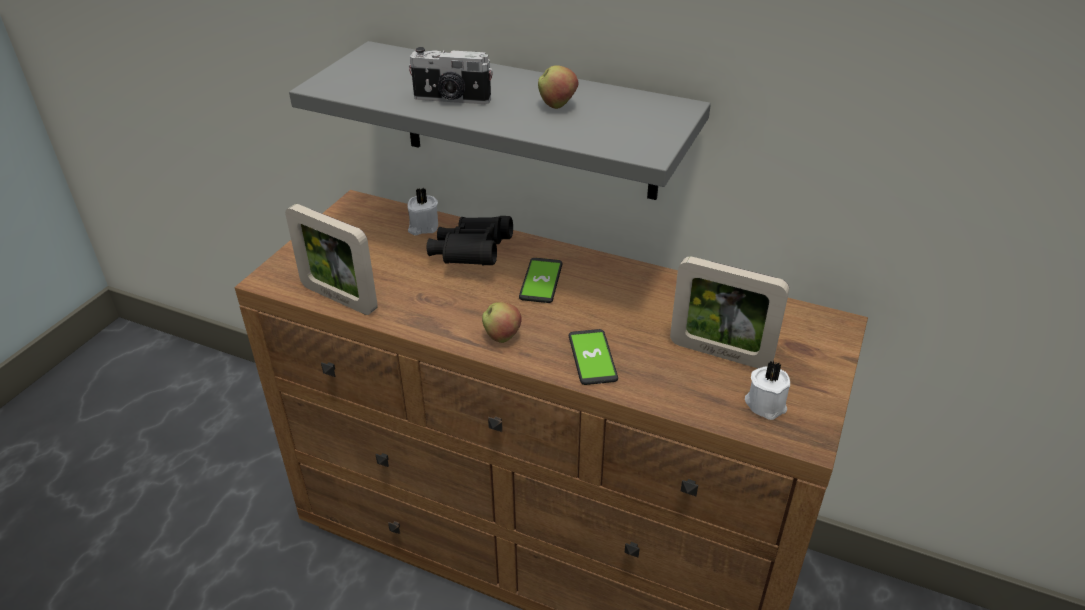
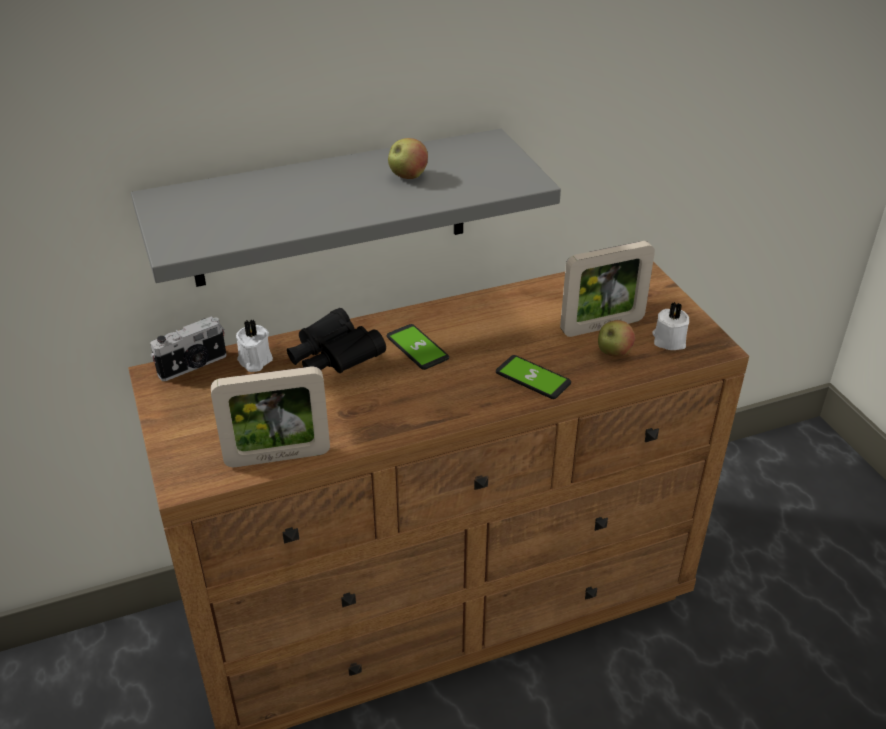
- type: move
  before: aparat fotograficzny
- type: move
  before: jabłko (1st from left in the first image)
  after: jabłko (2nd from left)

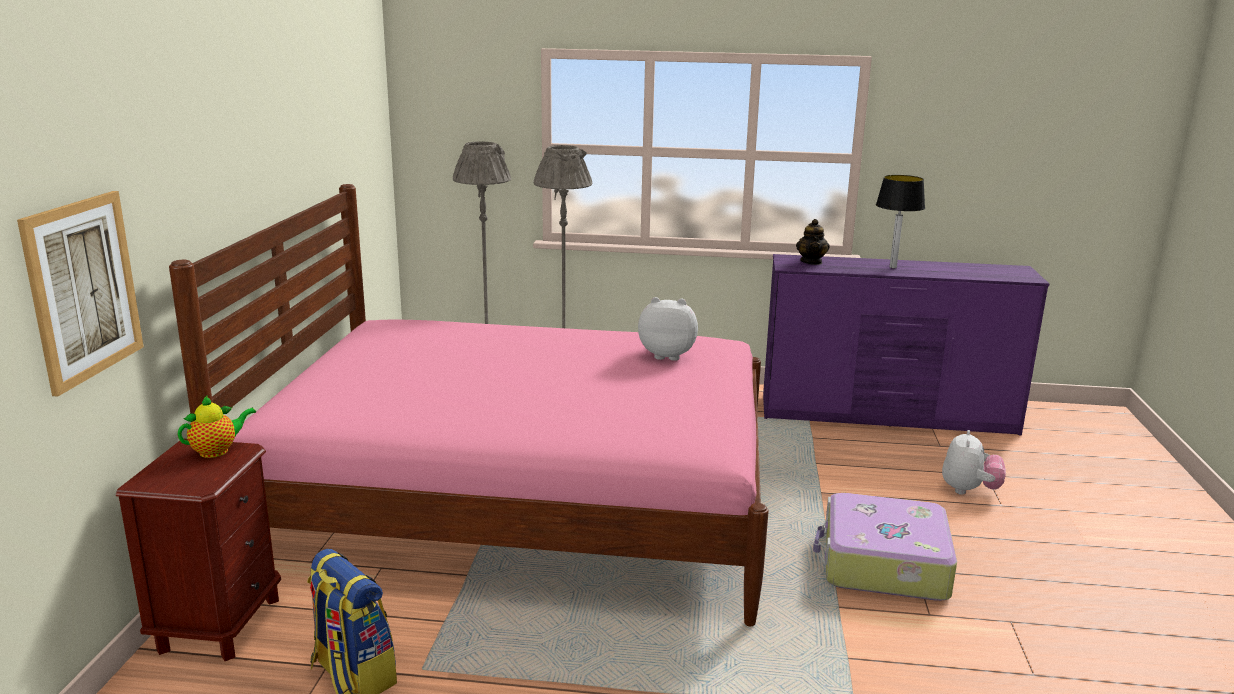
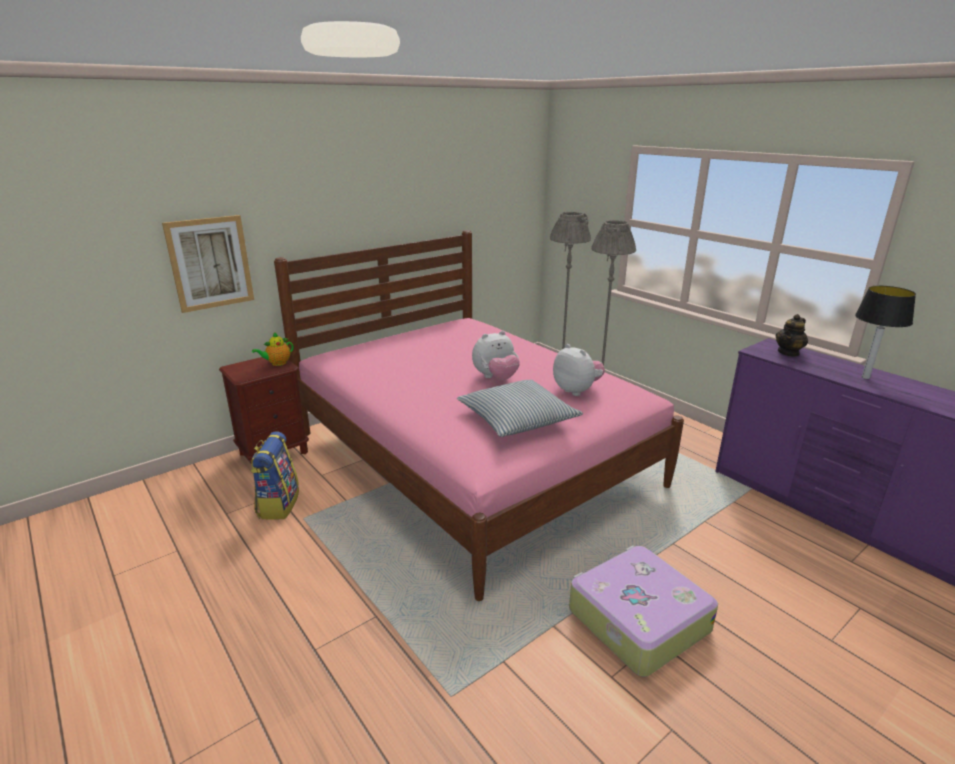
- type: rotate
  before: imbryk (1st from left)
  turn: 135
- type: move
  before: pluszak (2nd from left in the first image)
  after: pluszak (1st from left)
- type: insert
  after: poduszka

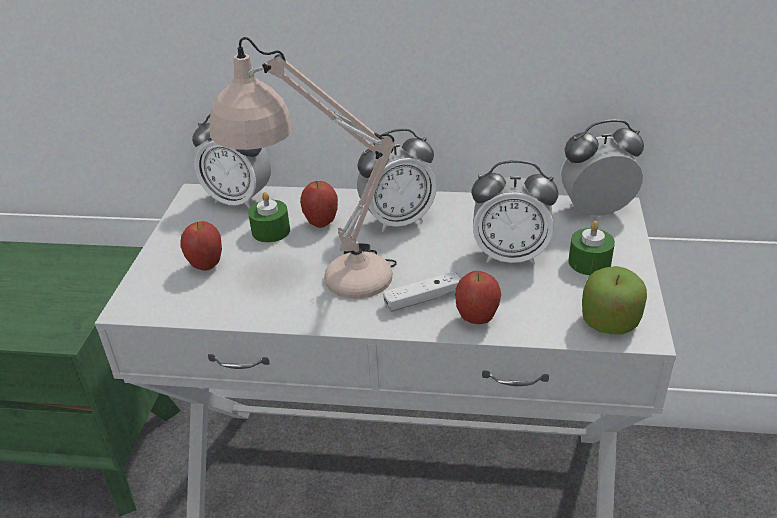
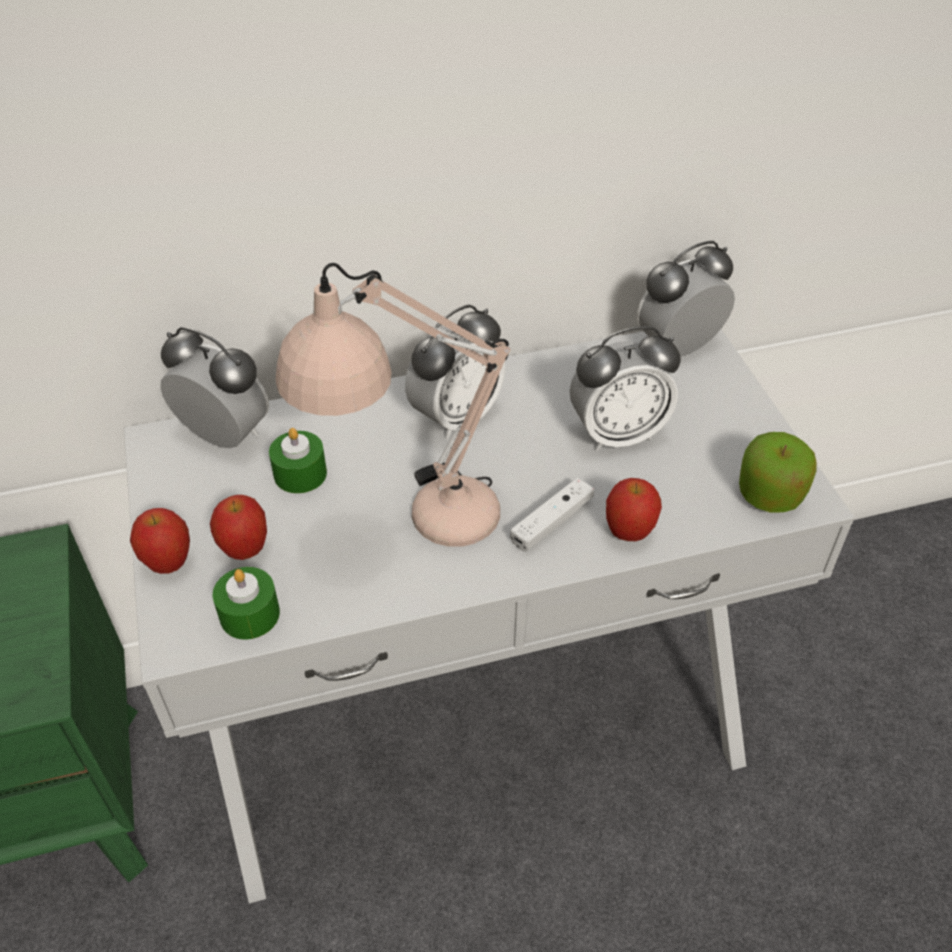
- type: rotate
  before: budzik (1st from left)
  turn: -150
- type: move
  before: jabłko (2nd from left in the first image)
  after: jabłko (1st from left)
- type: move
  before: świeca [zielony] (2nd from left in the first image)
  after: świeca [zielony] (1st from left)

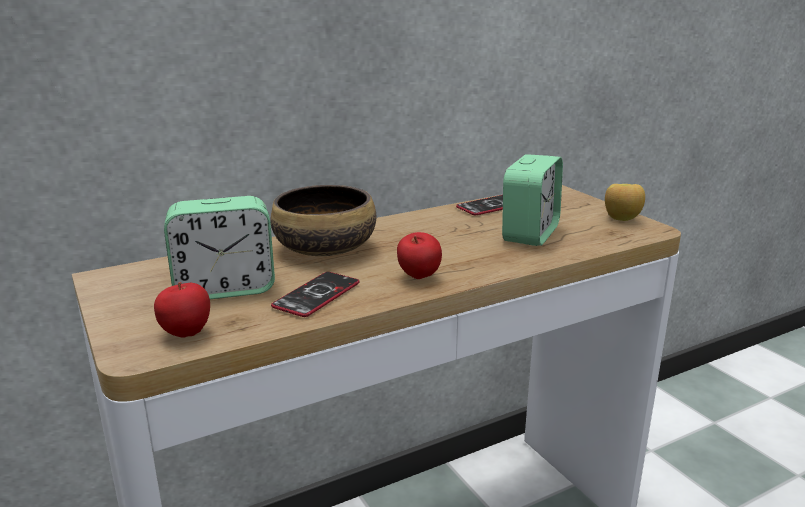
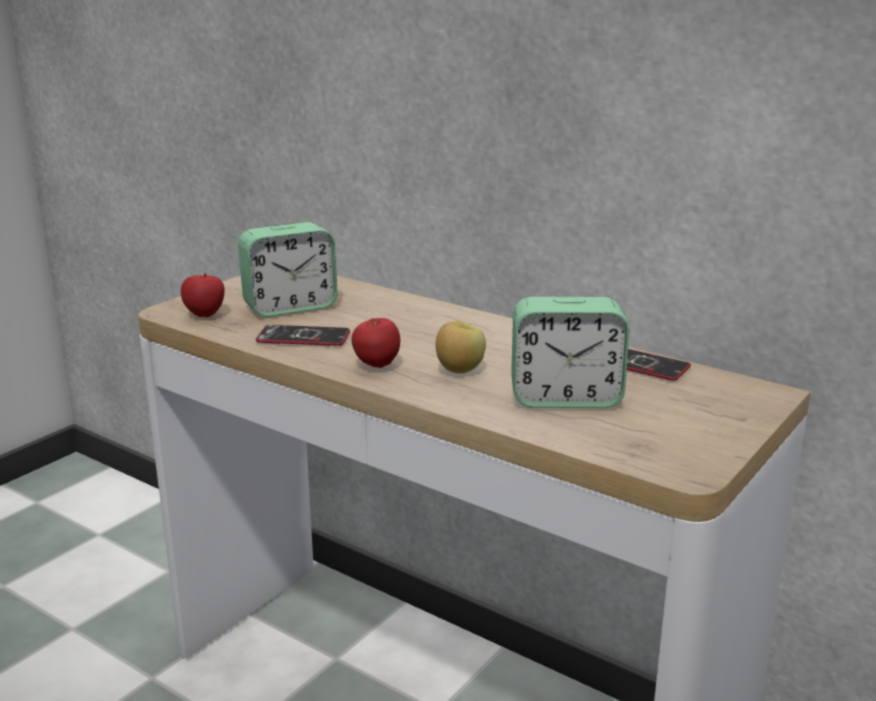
- type: move
  before: jabłko (3rd from left)
- type: delete
  before: miska
- type: rotate
  before: budzik (1st from left)
  turn: -75

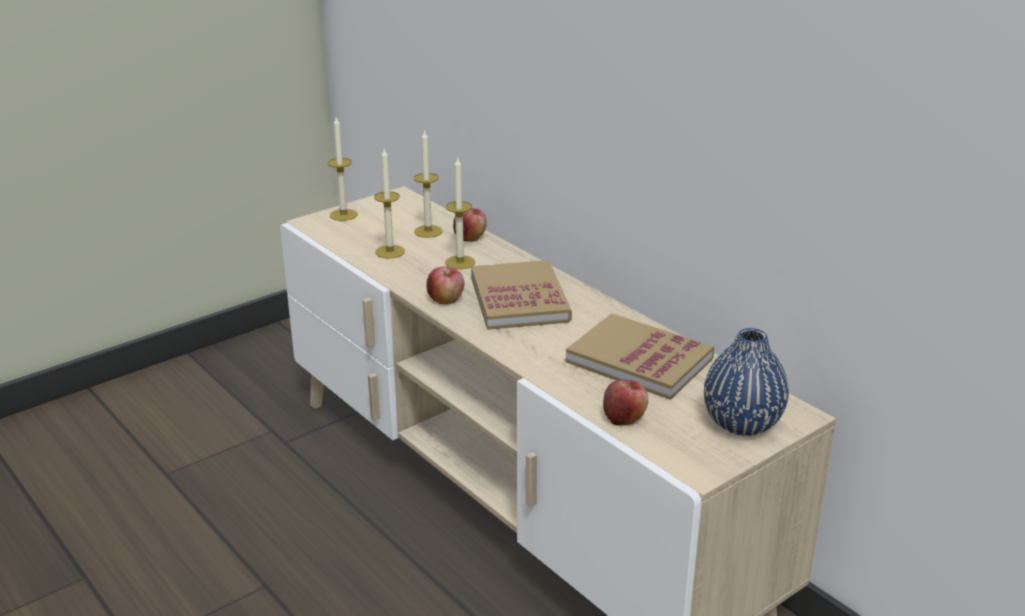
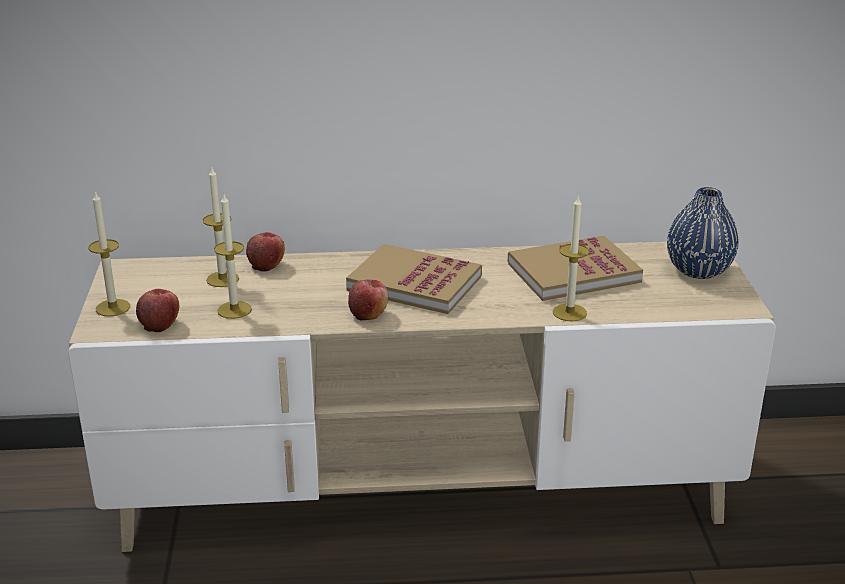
- type: move
  before: świeca (4th from left)
- type: move
  before: jabłko (3rd from left in the first image)
  after: jabłko (1st from left)

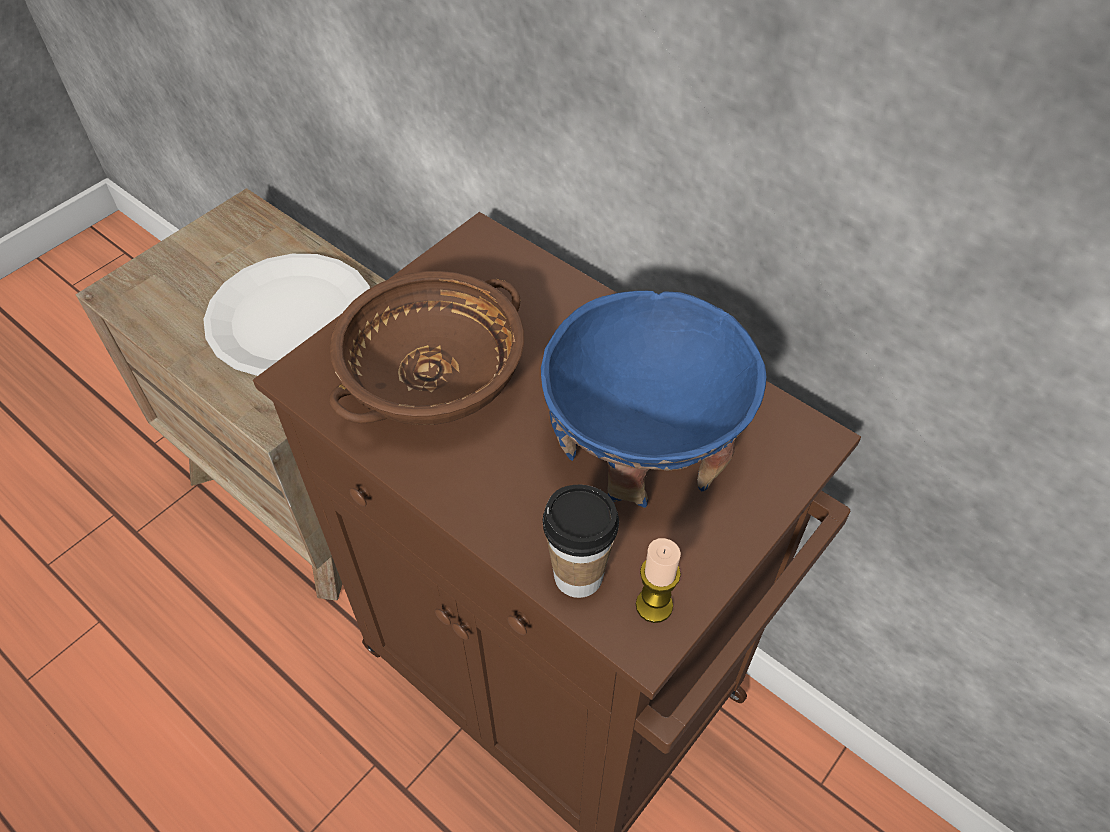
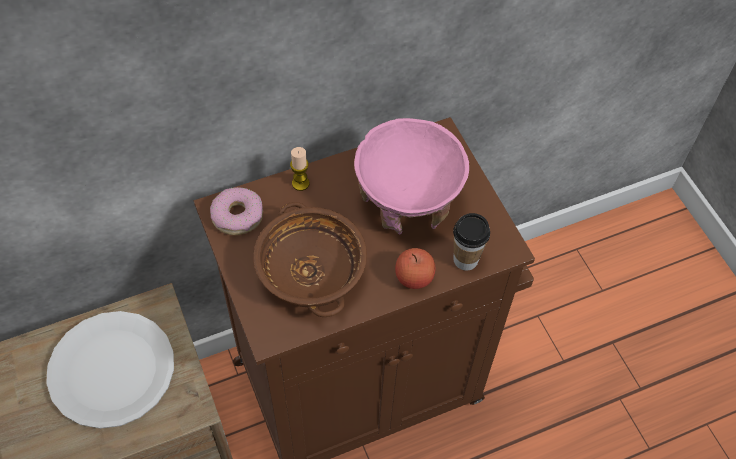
- type: recolor
  before: miska [niebieski]
  after: miska [różowy]
- type: move
  before: świeca
- type: insert
  after: donut
- type: insert
  after: jabłko

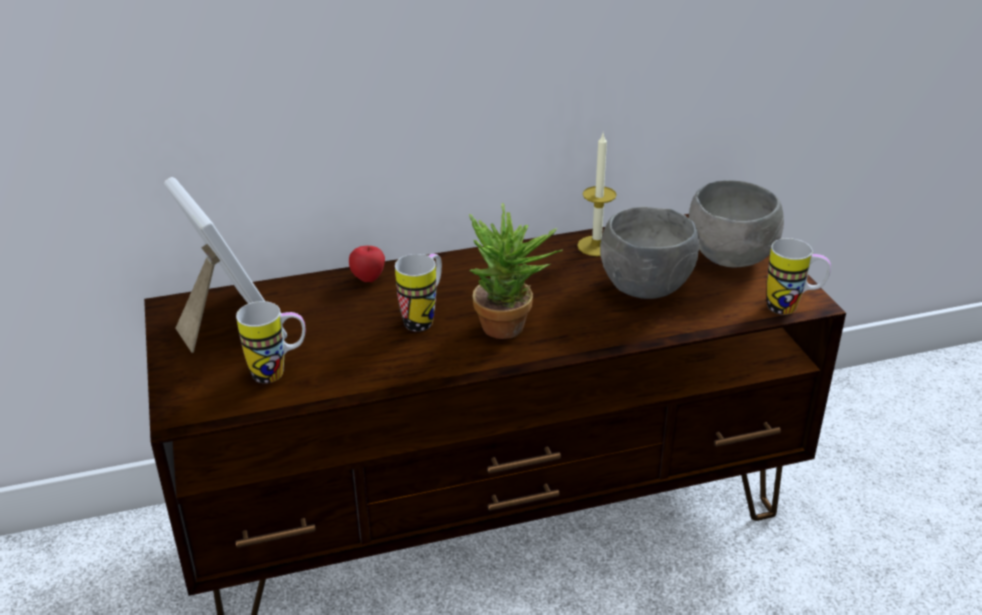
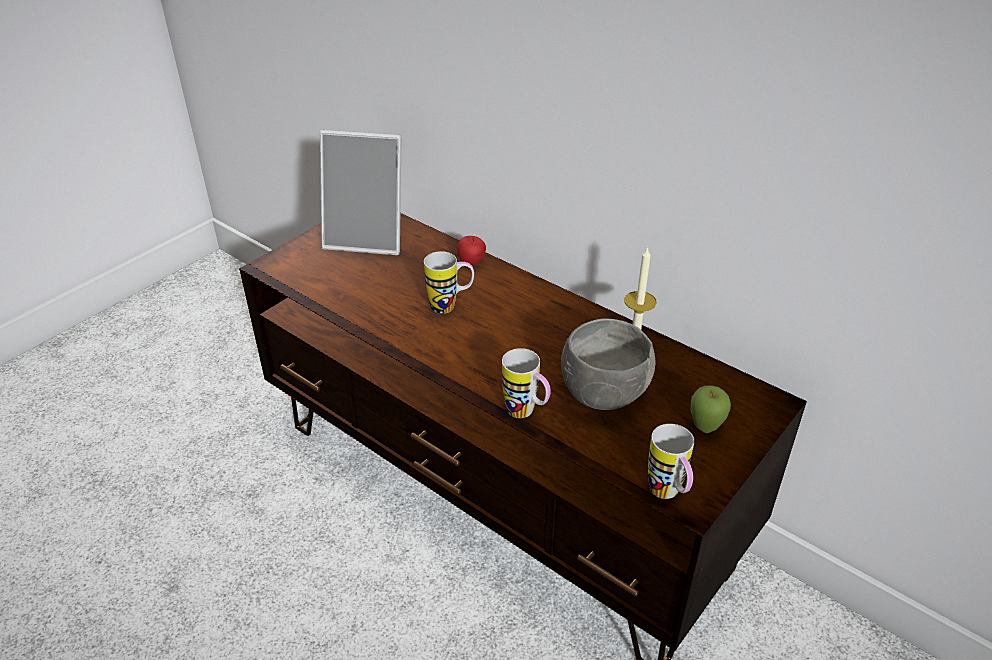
- type: rotate
  before: ramka na zdjęcie
  turn: 75
- type: replace
  before: miska [szary] (2nd from left)
  after: jabłko (2nd from left)
- type: delete
  before: roślina doniczkowa
- type: move
  before: kubek (1st from left in the first image)
  after: kubek (2nd from left)

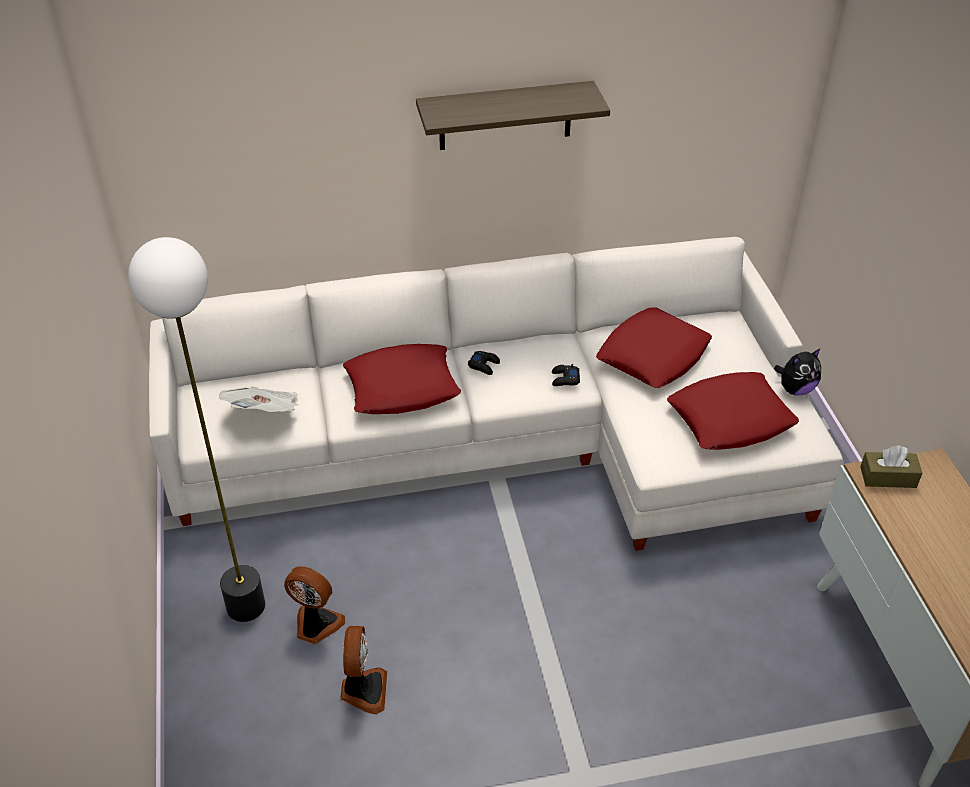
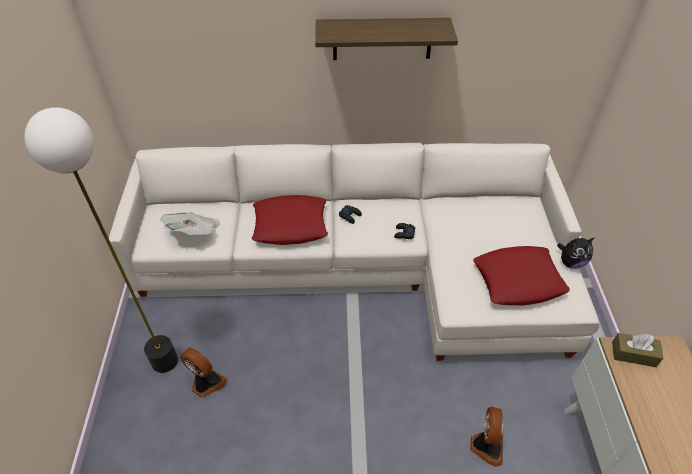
- type: delete
  before: poduszka [czerwony] (2nd from left)
- type: move
  before: wentylator (2nd from left)

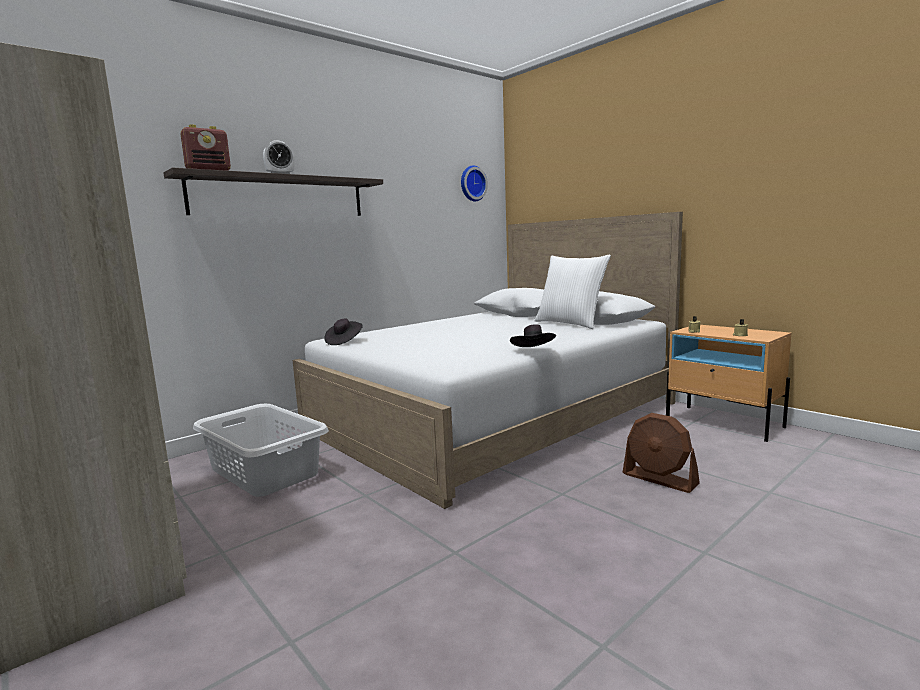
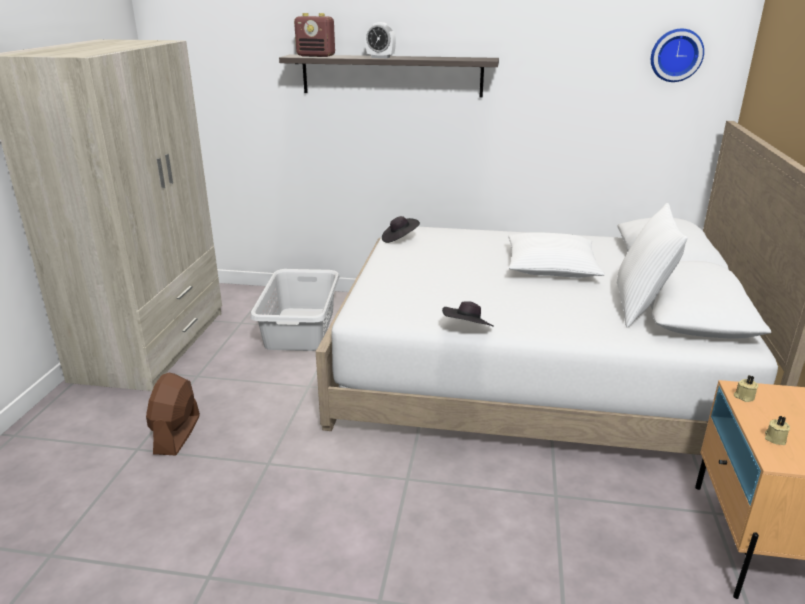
- type: move
  before: wentylator [brązowy]
- type: insert
  after: poduszka [biały] (1st from left)

